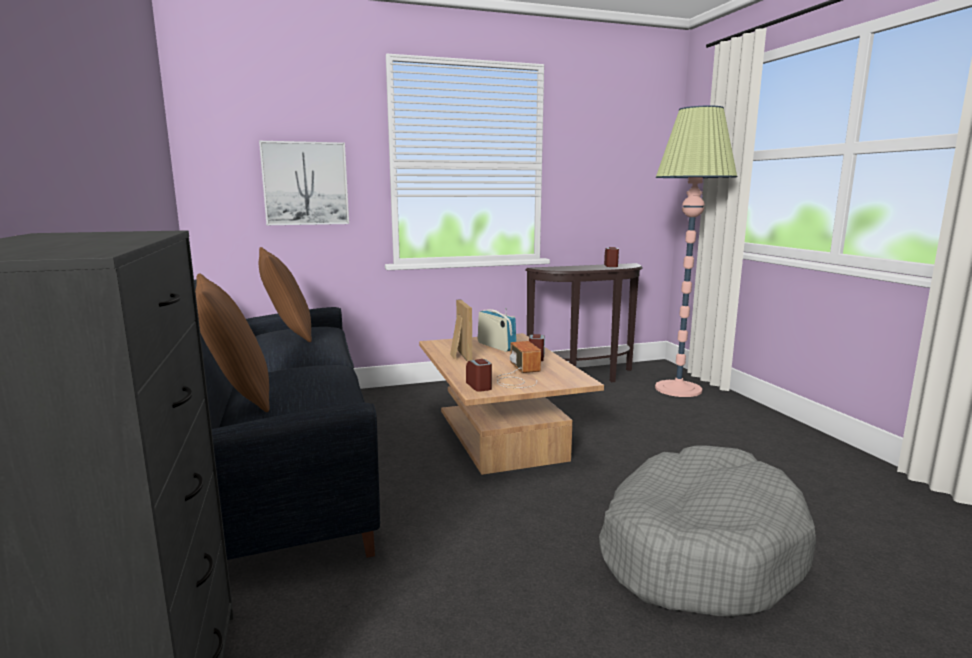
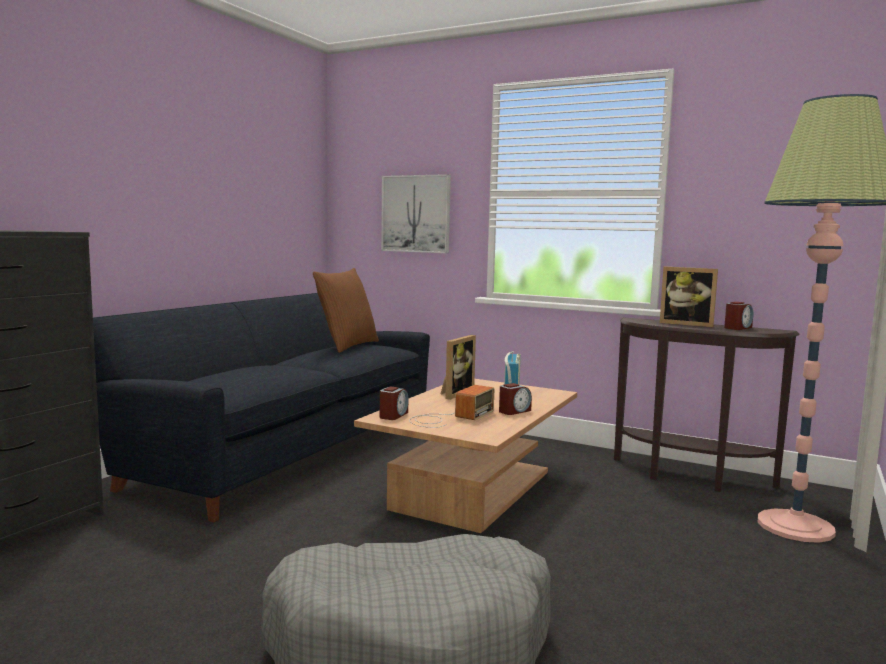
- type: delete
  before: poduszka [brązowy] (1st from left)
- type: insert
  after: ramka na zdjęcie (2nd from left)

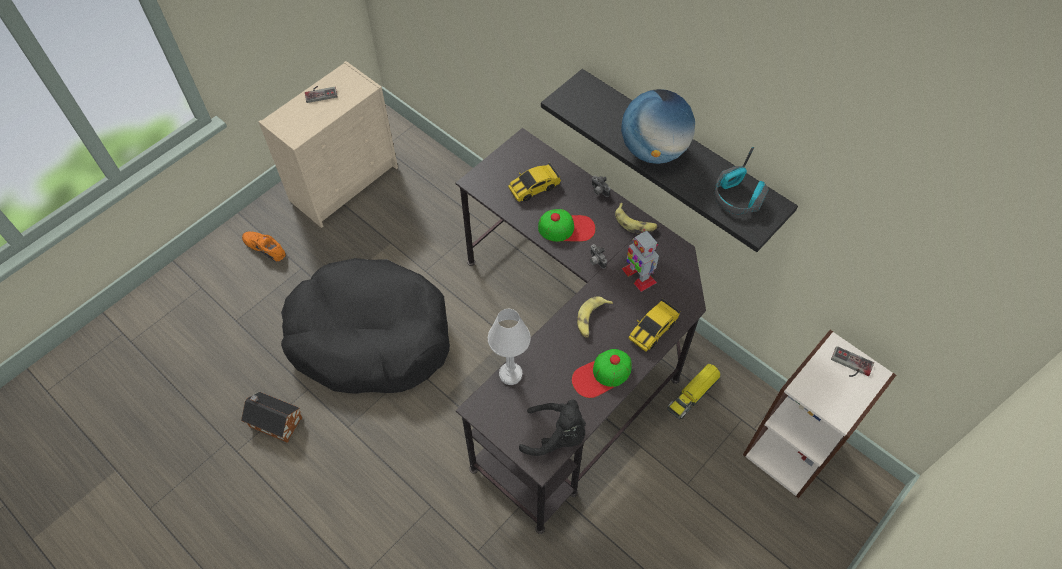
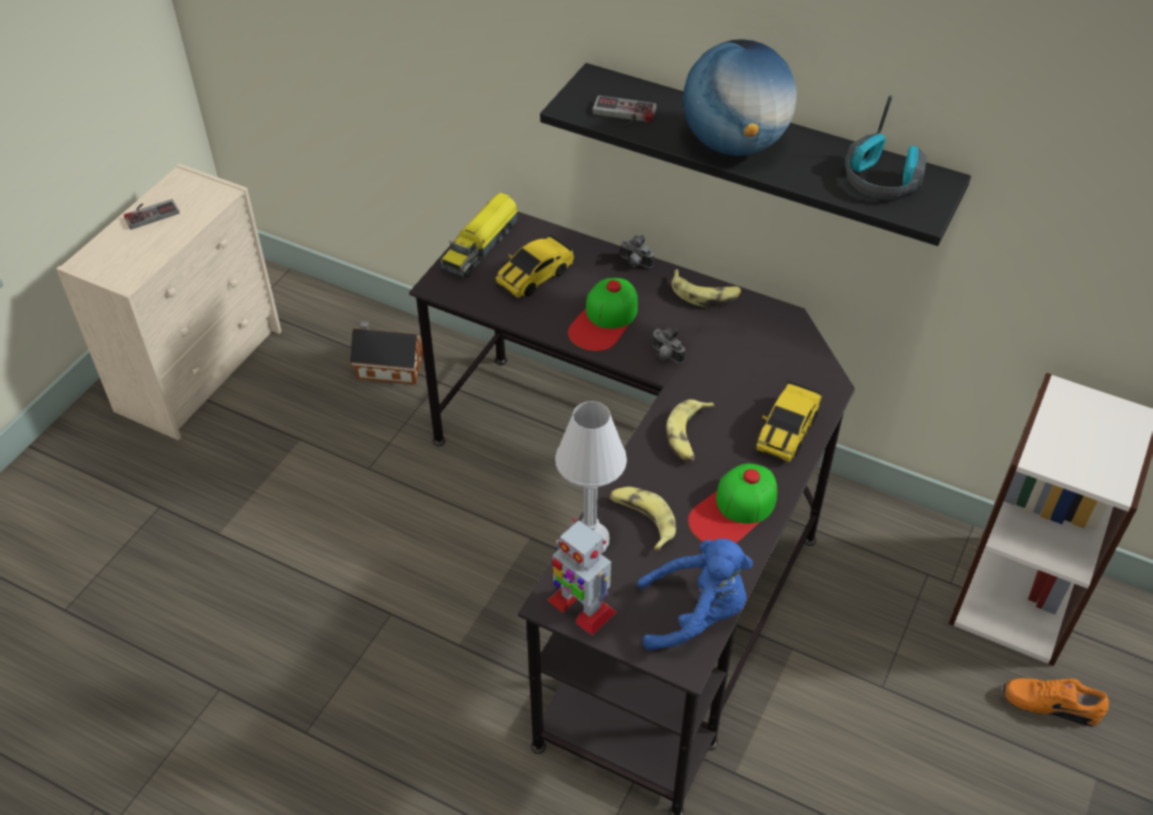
- type: rotate
  before: czapka z daszkiem (1st from left)
  turn: 135
- type: move
  before: robot zabawkowy
- type: move
  before: but [pomarańczowy]
- type: delete
  before: legowisko [czarny]
- type: move
  before: pad do gier (2nd from left)
- type: move
  before: ciężarówka zabawkowa
- type: move
  before: domek
- type: recolor
  before: pluszak [czarny]
  after: pluszak [niebieski]
- type: insert
  after: banan (1st from left)

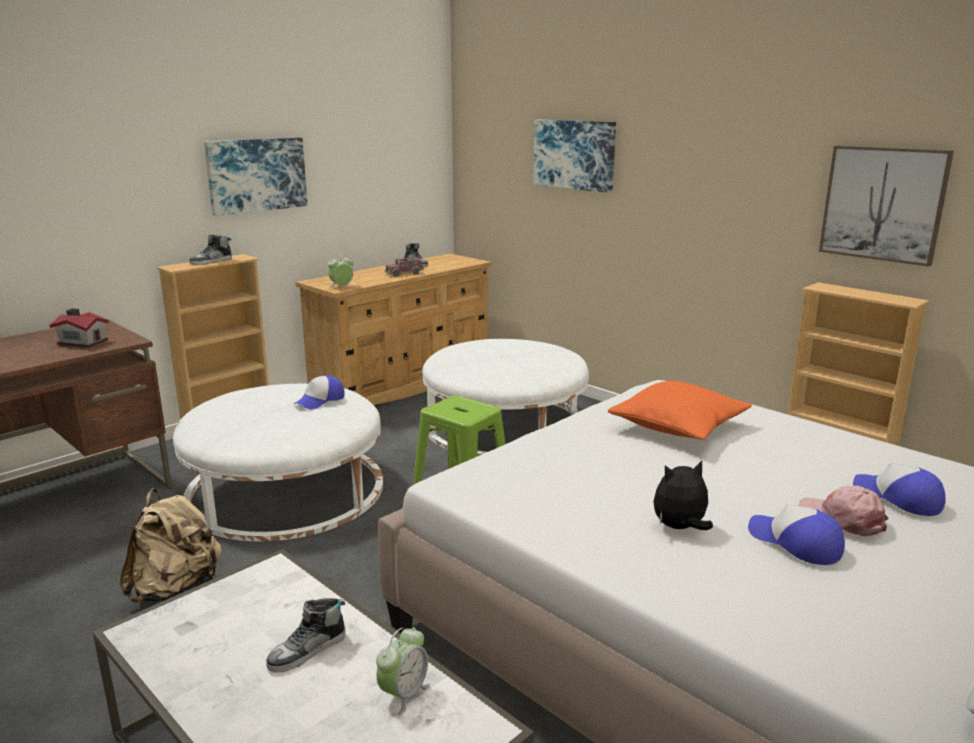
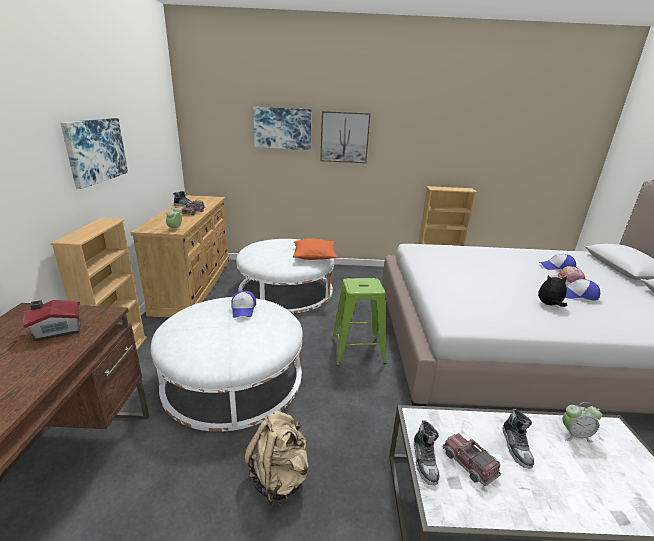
- type: move
  before: obraz (3rd from left)
- type: move
  before: but (1st from left in the first image)
  after: but (2nd from left)
- type: move
  before: poduszka [pomarańczowy]
- type: rotate
  before: pluszak
  turn: 60
- type: rotate
  before: budzik (2nd from left)
  turn: 105
- type: insert
  after: ciężarówka zabawkowa (2nd from left)

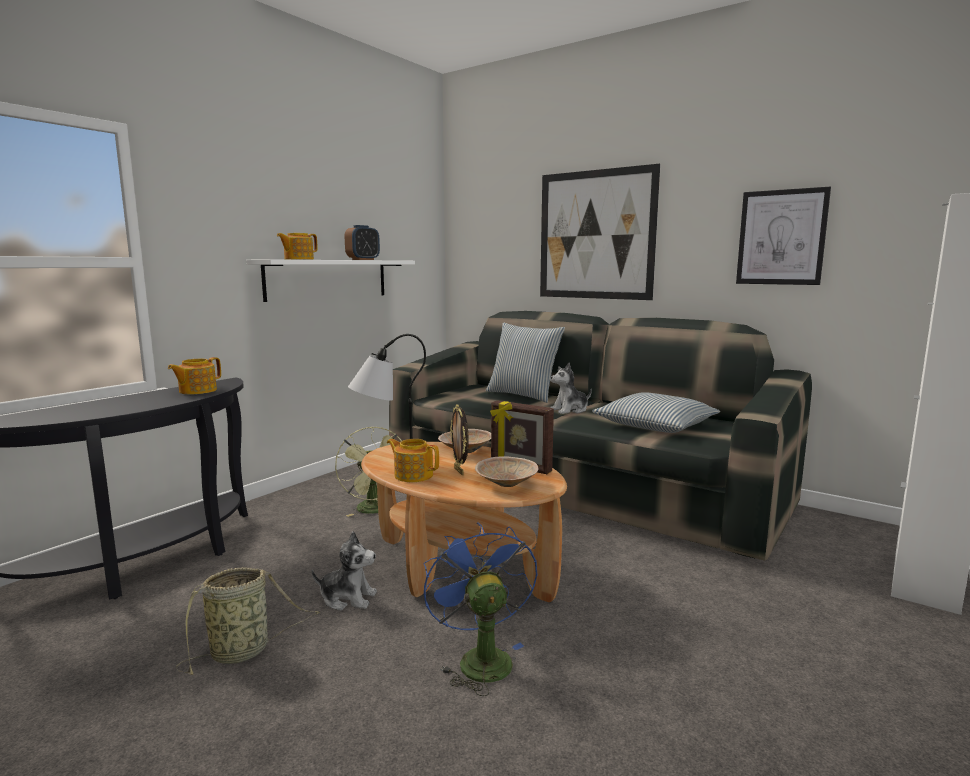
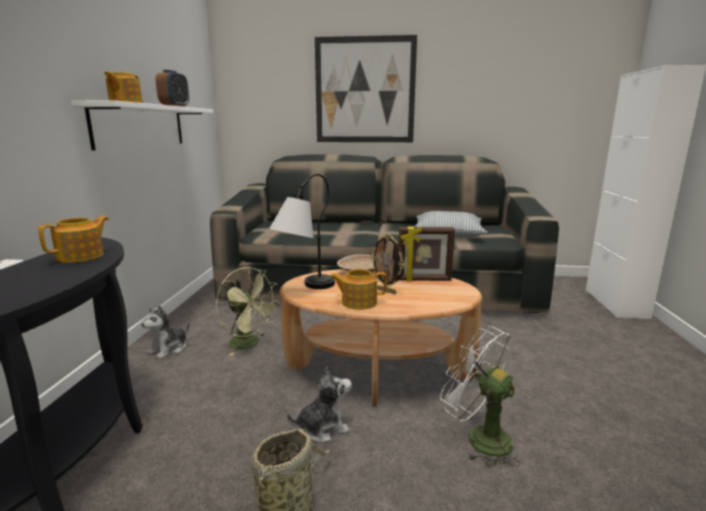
- type: delete
  before: obraz (2nd from left)
- type: delete
  before: poduszka (1st from left)
- type: rotate
  before: imbryk (1st from left)
  turn: -150
- type: move
  before: pluszak (2nd from left in the first image)
  after: pluszak (1st from left)
- type: delete
  before: miska [beżowy] (2nd from left)
- type: recolor
  before: wentylator [niebieski]
  after: wentylator [biały]

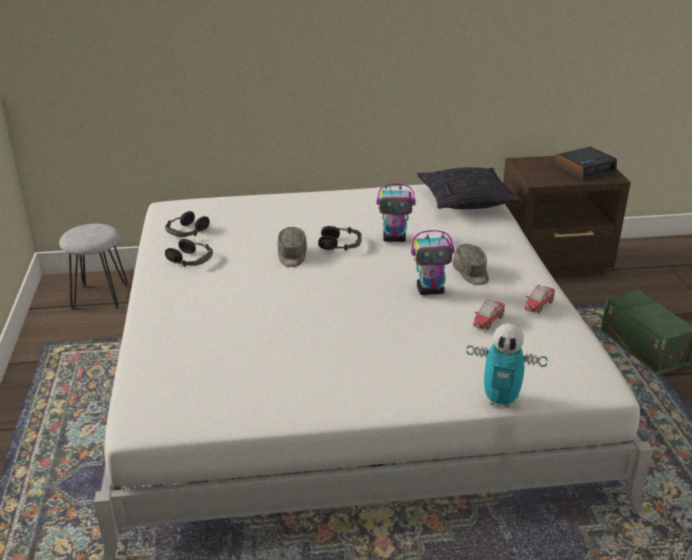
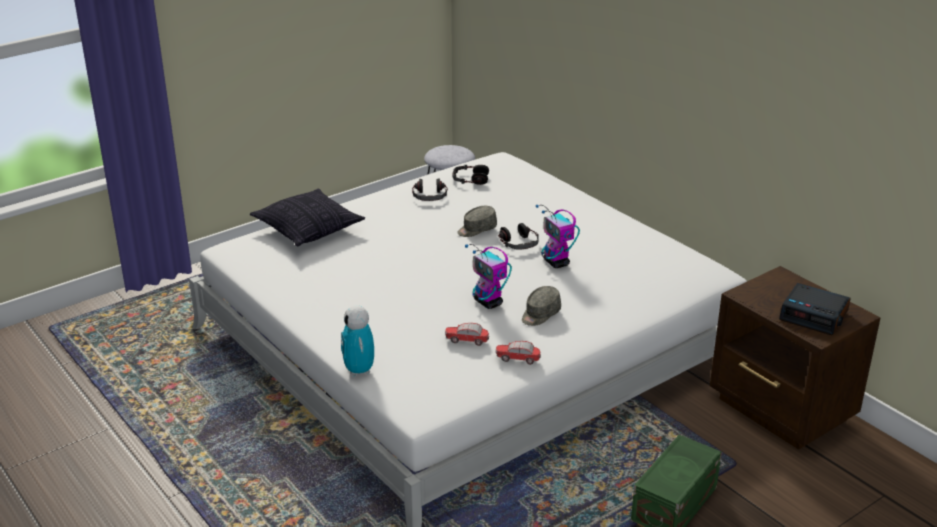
- type: move
  before: poduszka

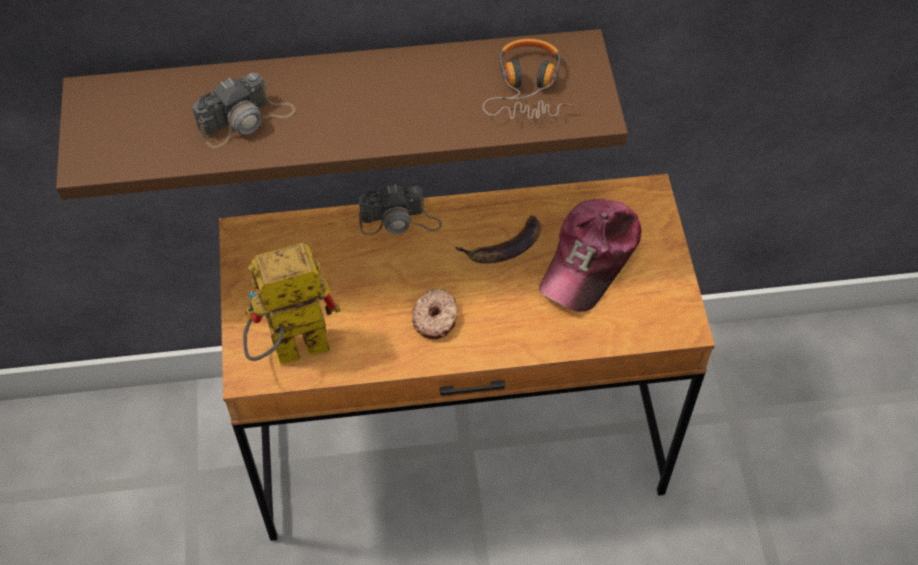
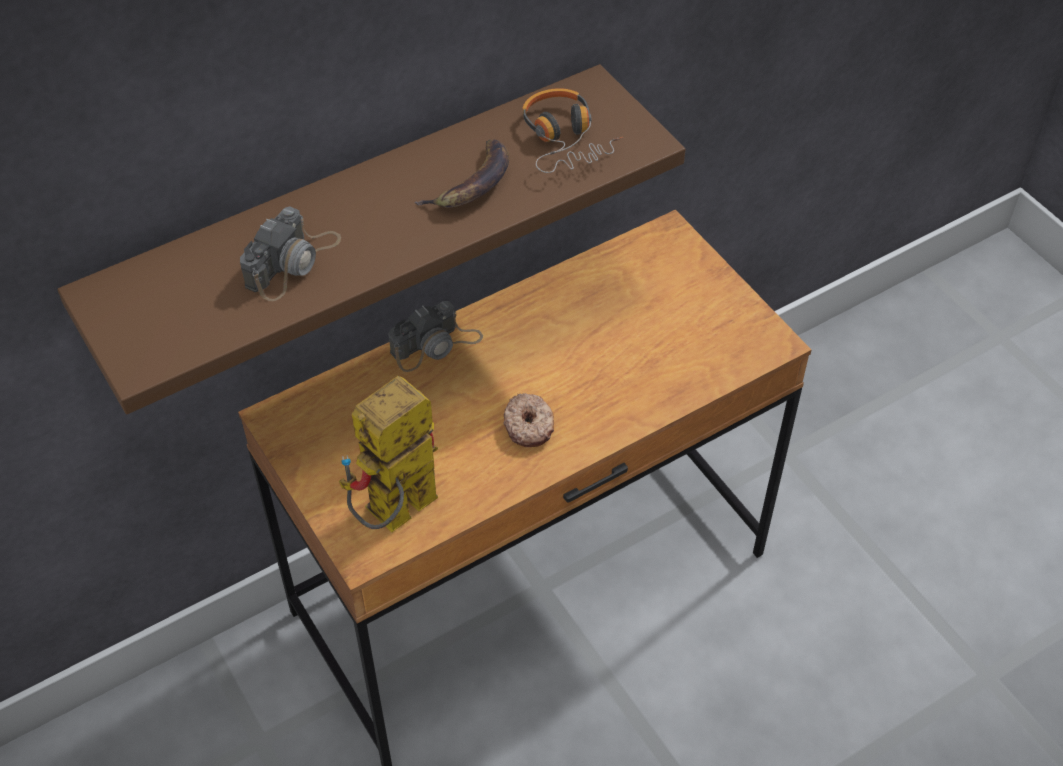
- type: delete
  before: czapka z daszkiem
- type: move
  before: banan

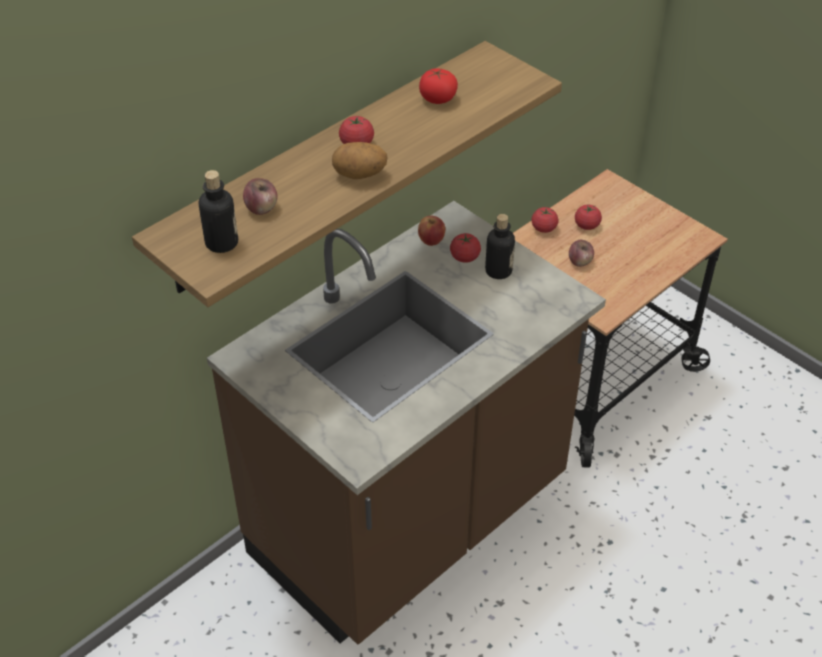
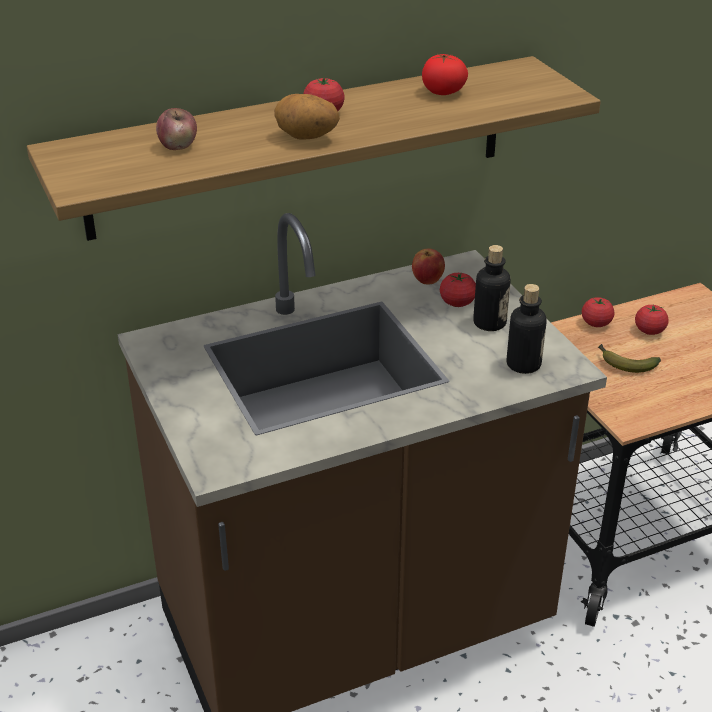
- type: move
  before: butelka (1st from left in the first image)
  after: butelka (2nd from left)
- type: replace
  before: jabłko (3rd from left)
  after: banan

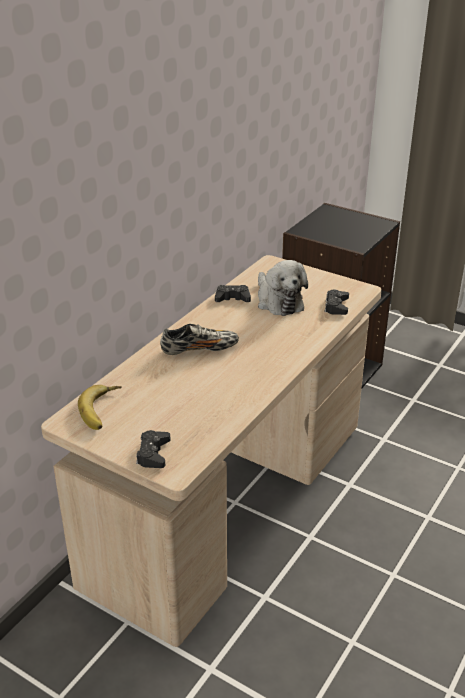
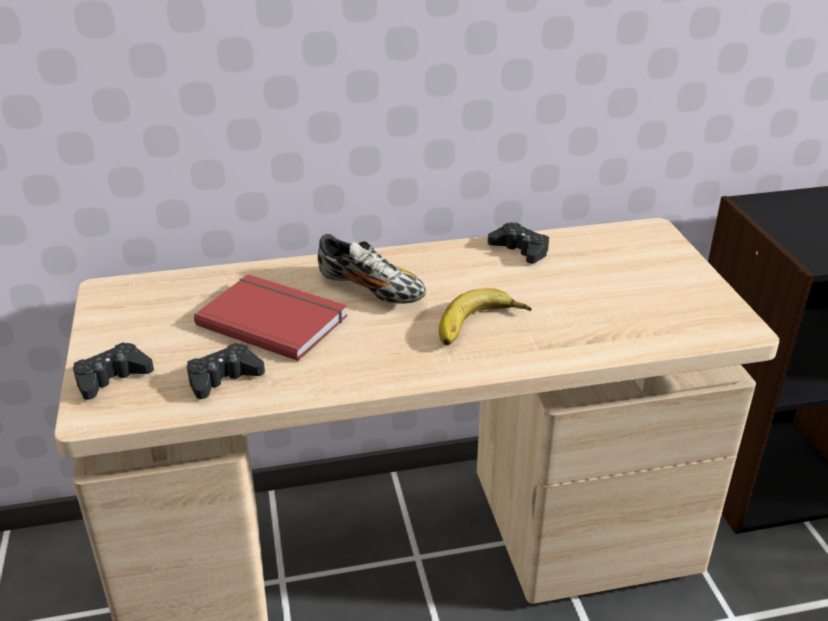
- type: delete
  before: pluszak
- type: move
  before: pad do gier [czarny] (3rd from left in the first image)
  after: pad do gier [czarny] (2nd from left)
- type: move
  before: banan
- type: insert
  after: książka [czerwony]

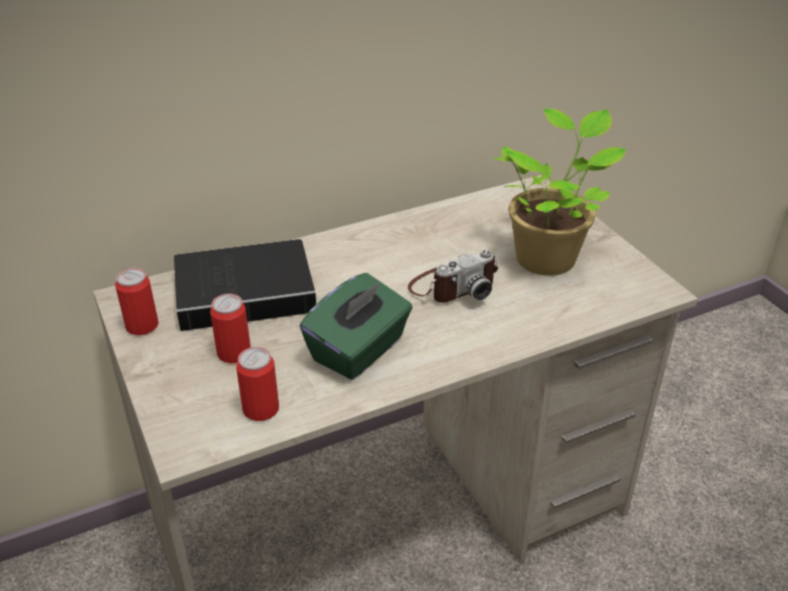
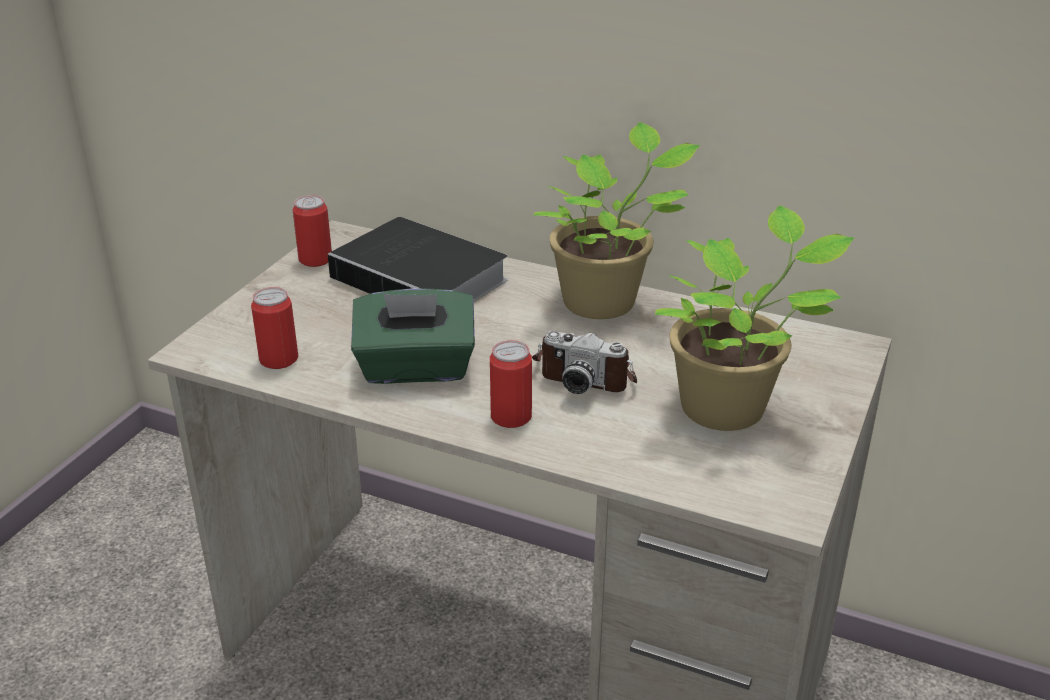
- type: move
  before: puszka (2nd from left in the first image)
  after: puszka (3rd from left)
- type: insert
  after: roślina doniczkowa (1st from left)

